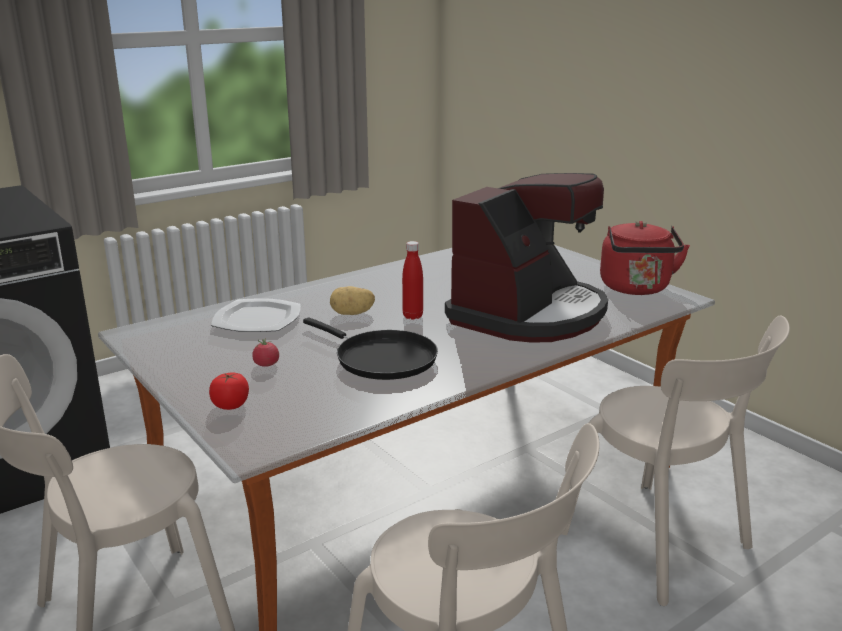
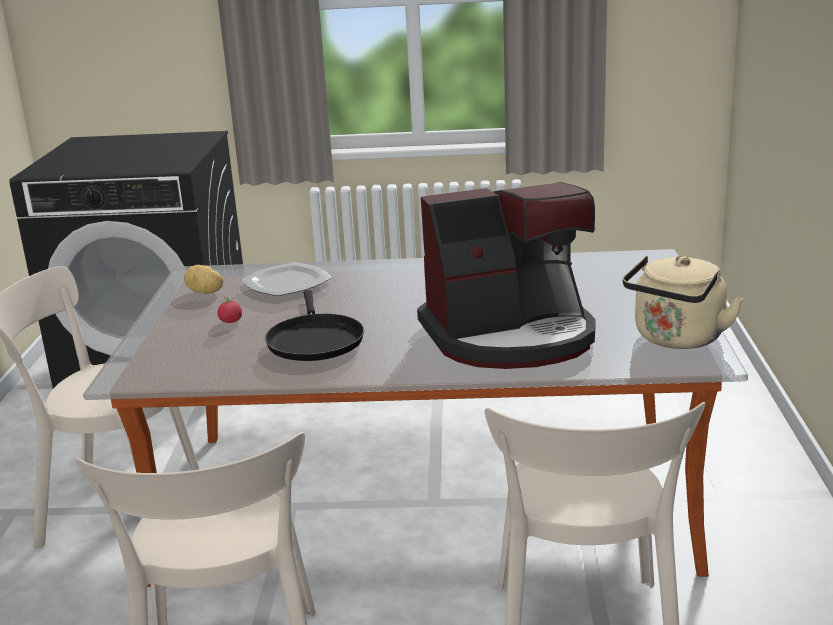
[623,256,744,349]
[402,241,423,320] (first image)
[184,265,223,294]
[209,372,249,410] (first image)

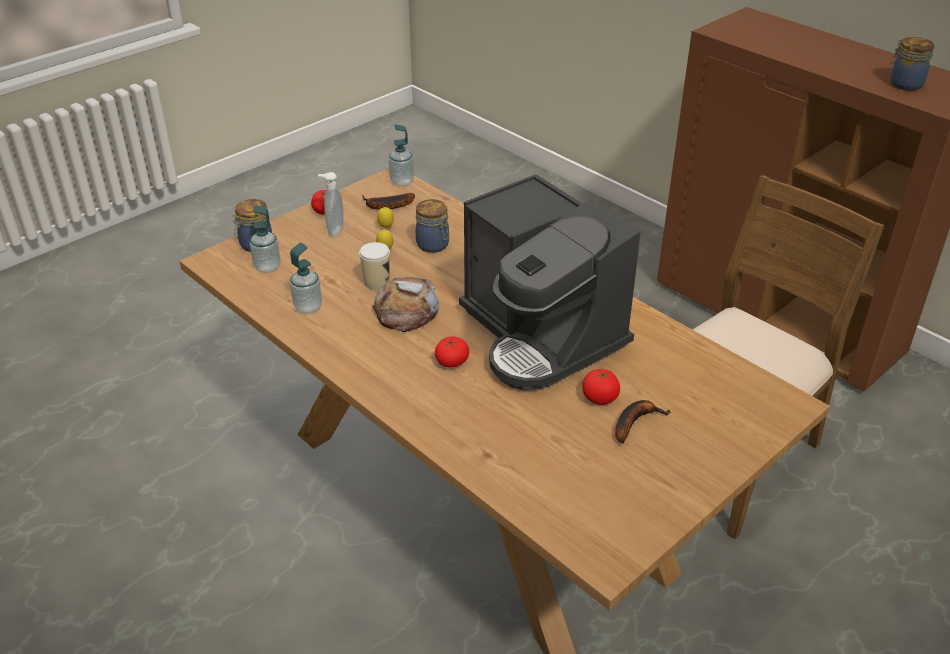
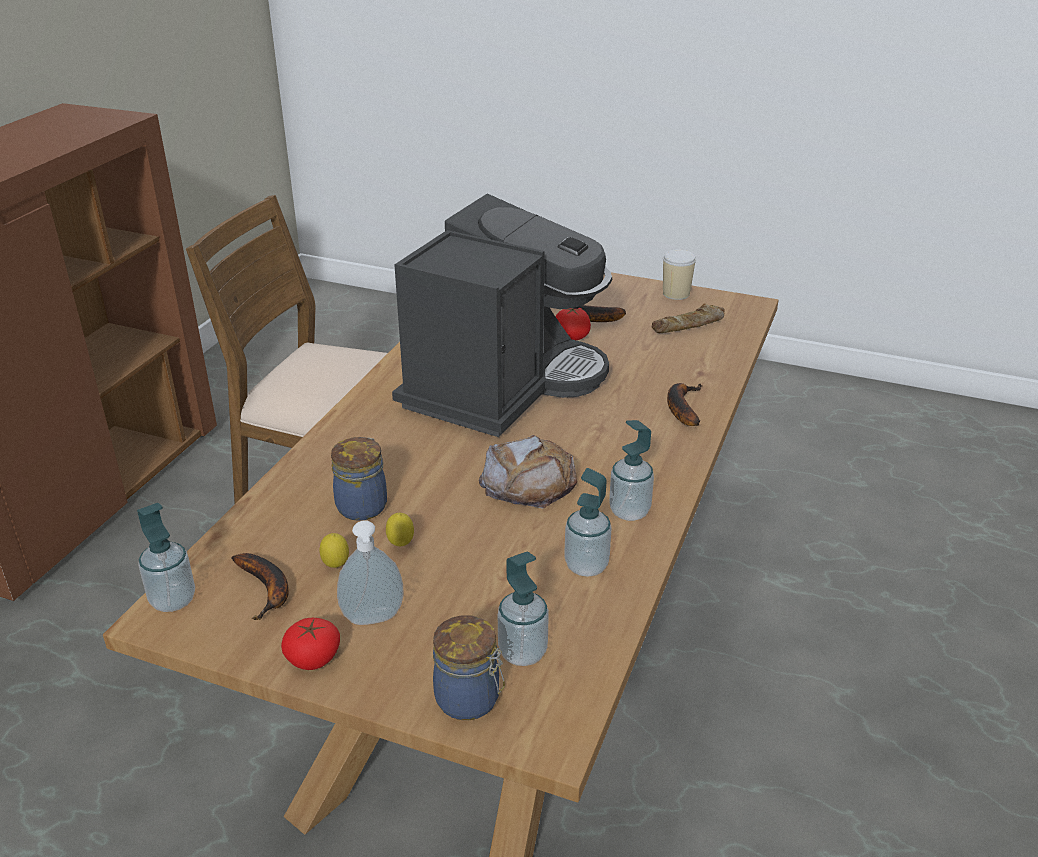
[890,37,934,91] (first image)
[663,249,696,300]
[435,337,469,368] (first image)
[652,303,725,333]
[667,383,702,426]
[609,420,654,521]

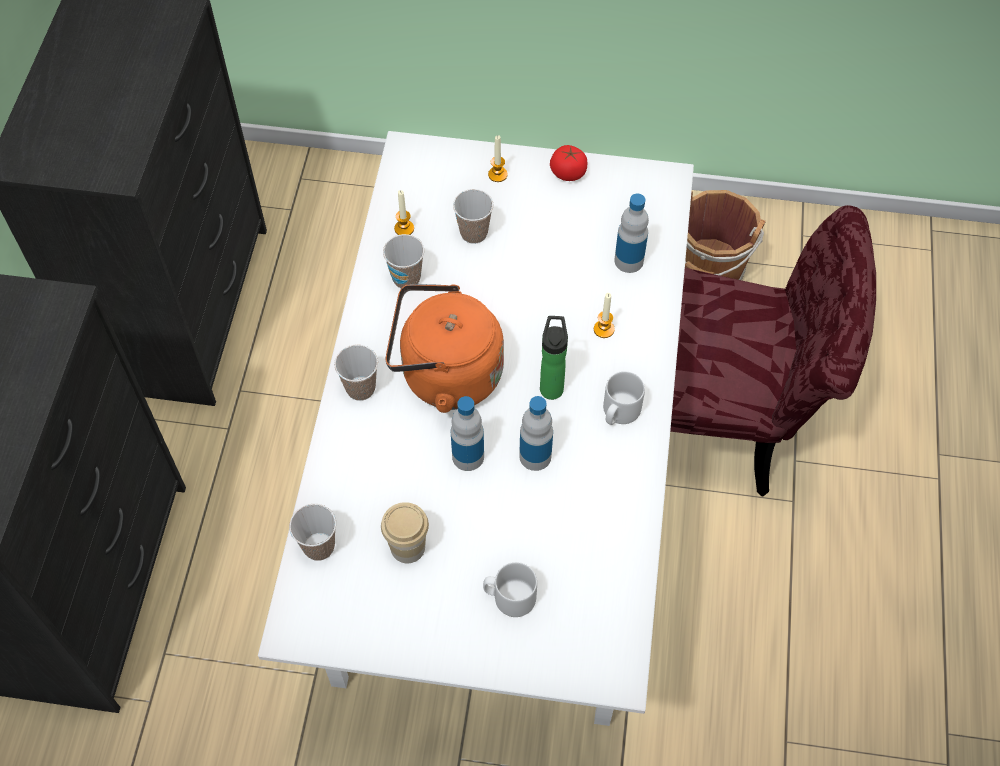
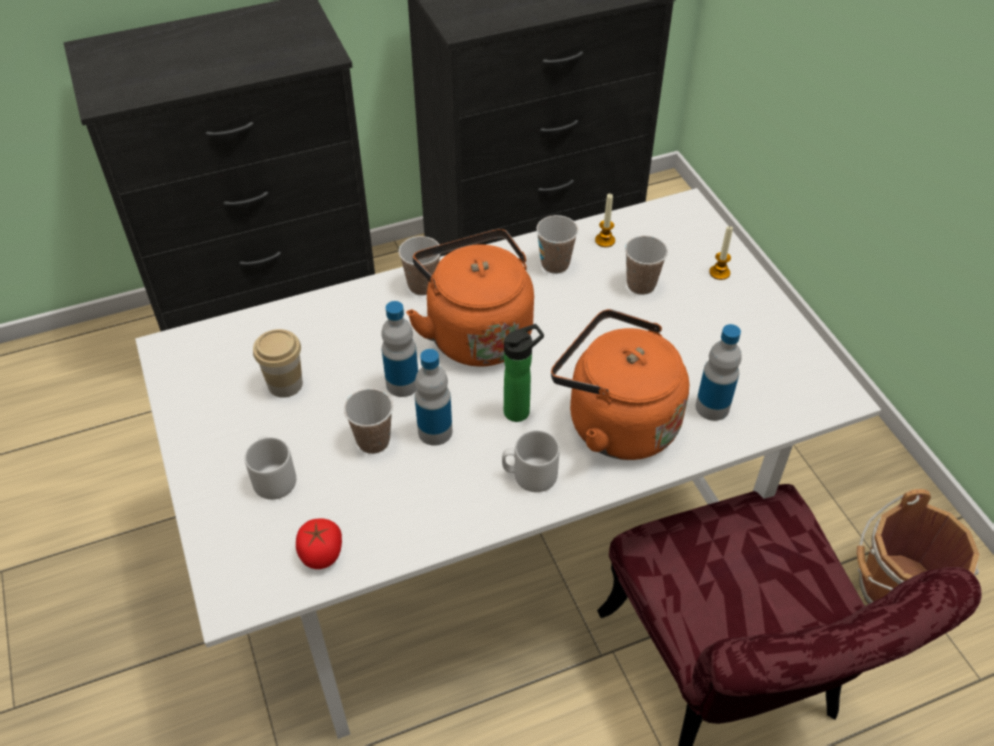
[296,518,342,569]
[551,309,689,460]
[344,388,393,454]

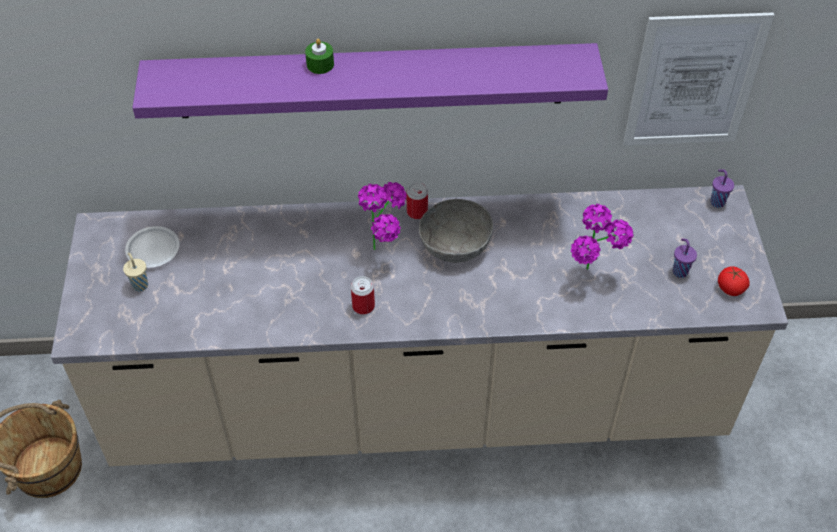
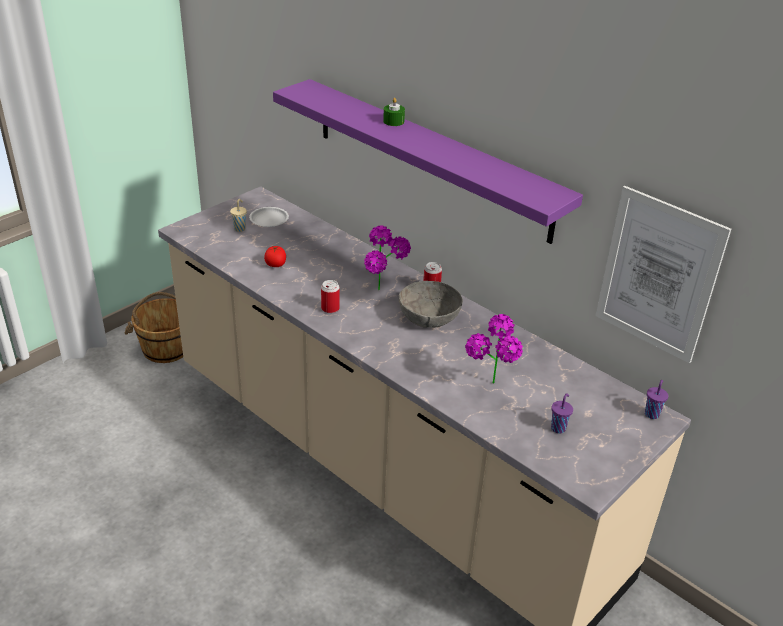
[264,246,286,267]

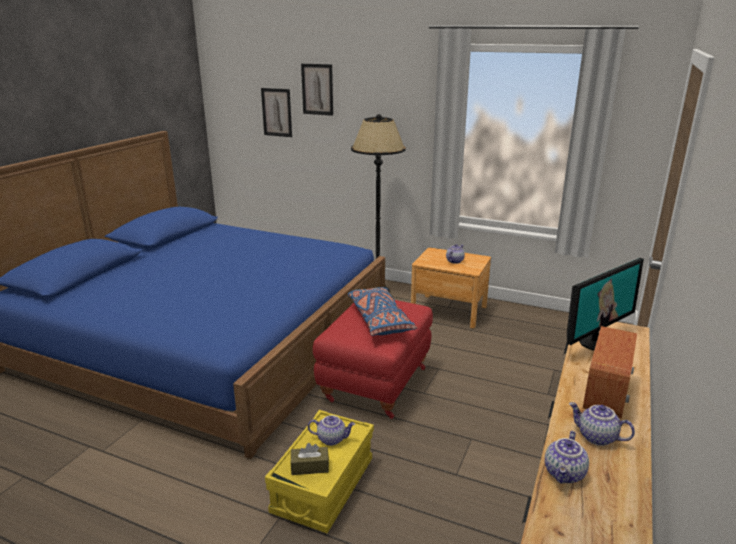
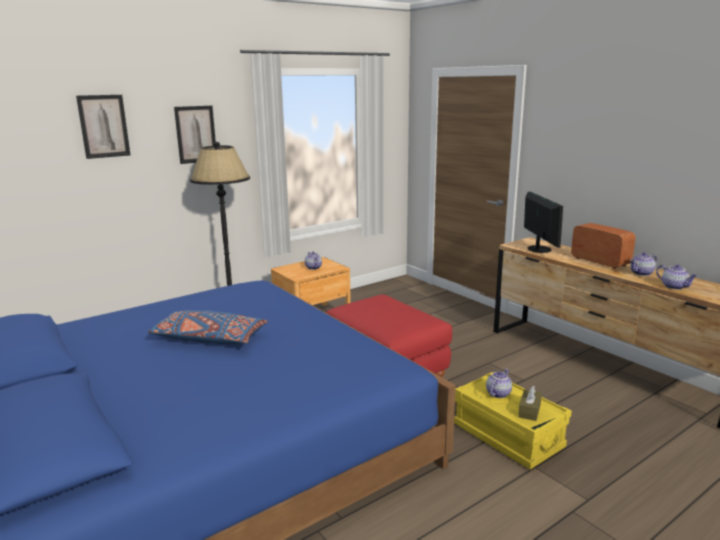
[174,106,216,164]
[148,310,268,344]

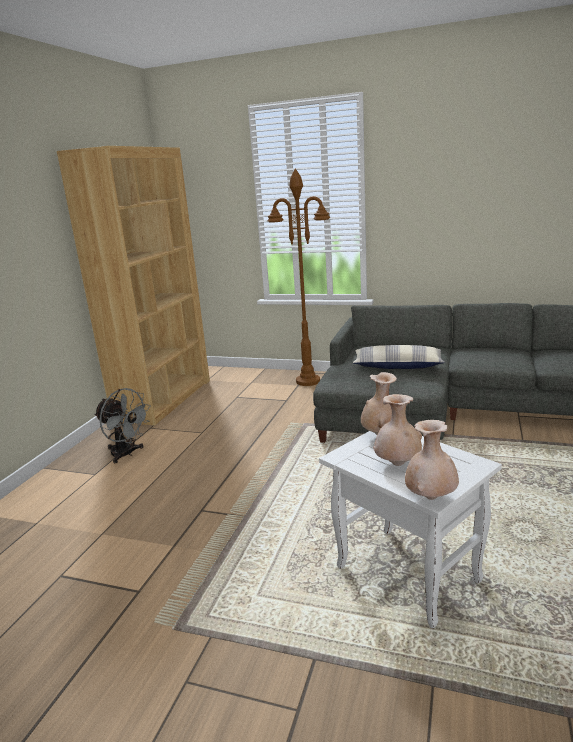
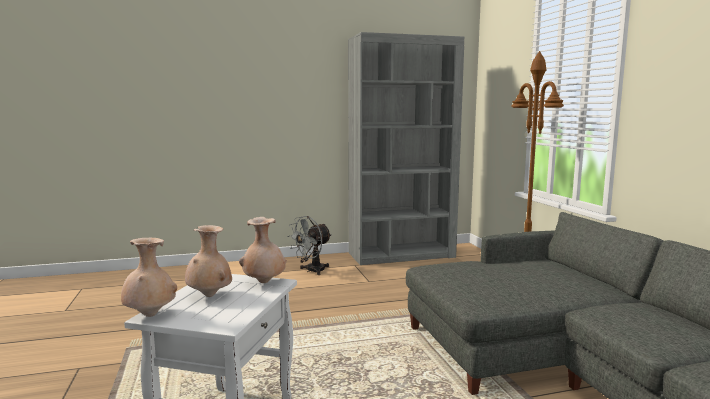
[348,32,464,265]
[353,345,445,369] (first image)
[287,216,331,275]

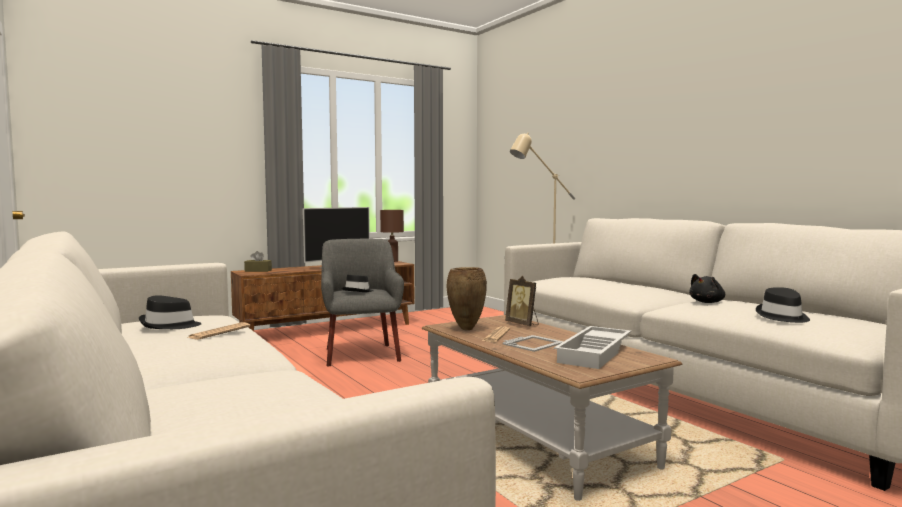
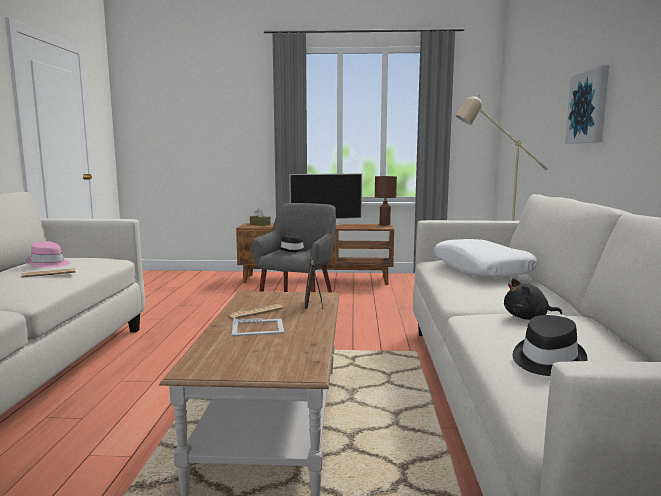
[447,267,487,330] (first image)
[26,241,70,268]
[554,326,631,369] (first image)
[565,65,609,144]
[434,239,538,278]

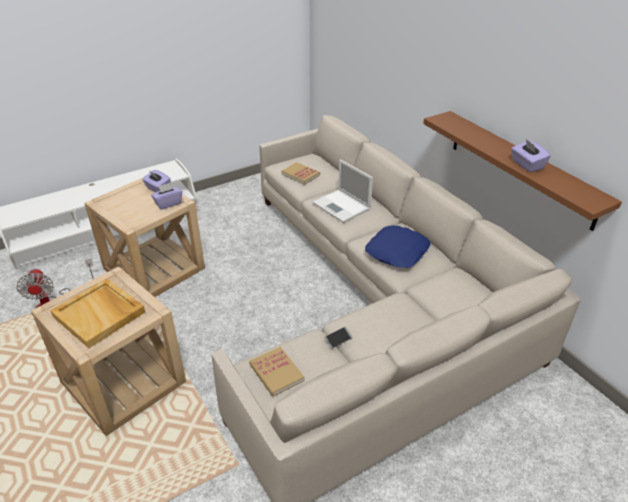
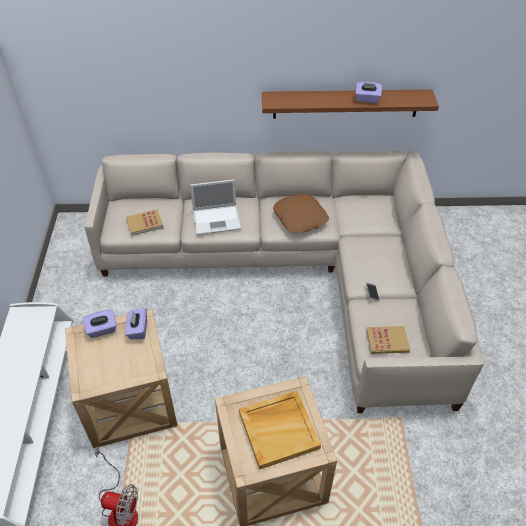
[273,194,329,233]

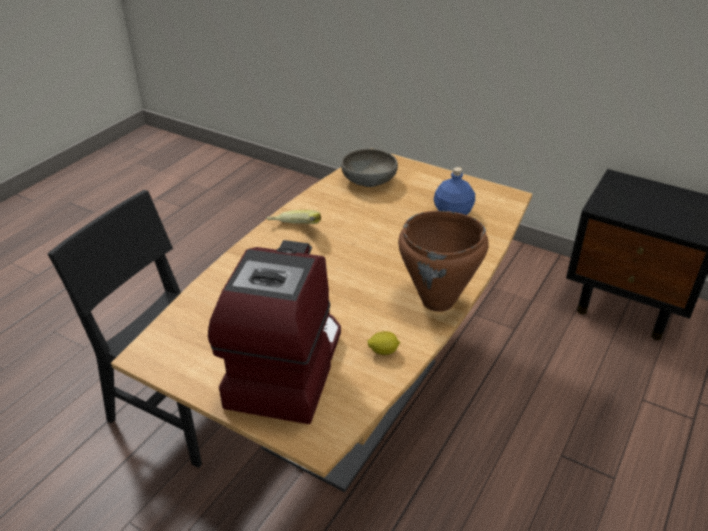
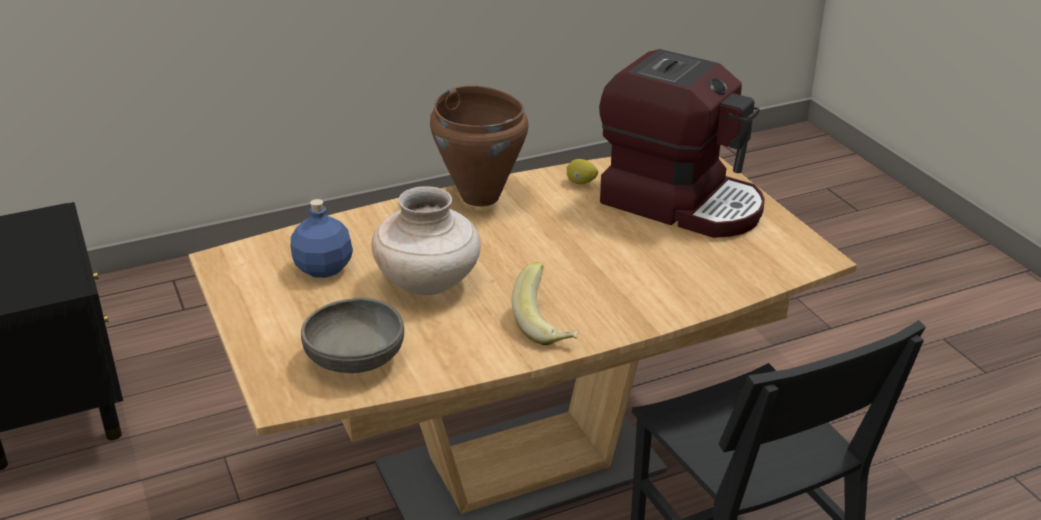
[599,49,765,238]
[371,186,481,295]

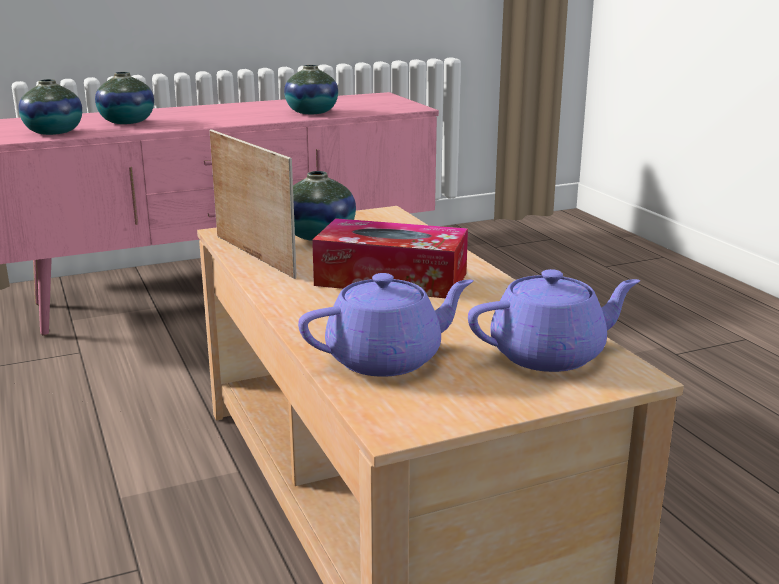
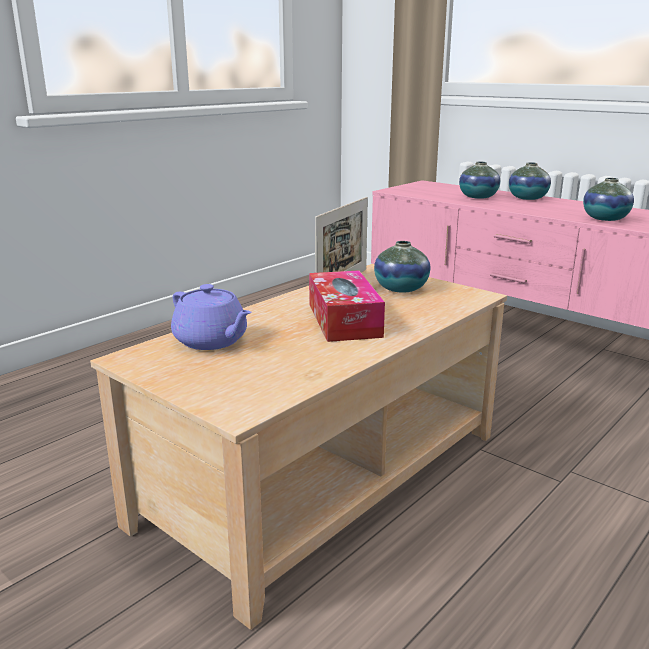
[509,162,551,200]
[468,269,640,372] (first image)

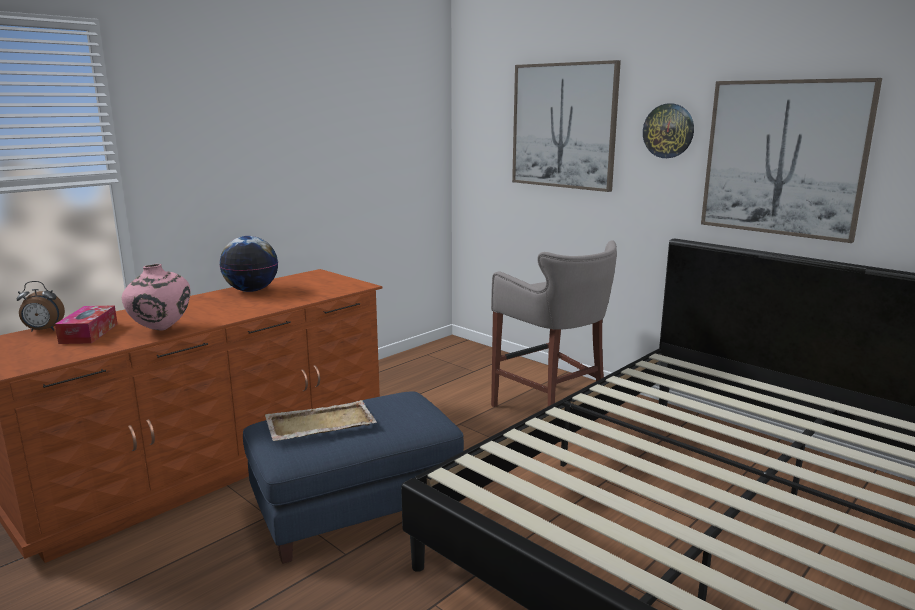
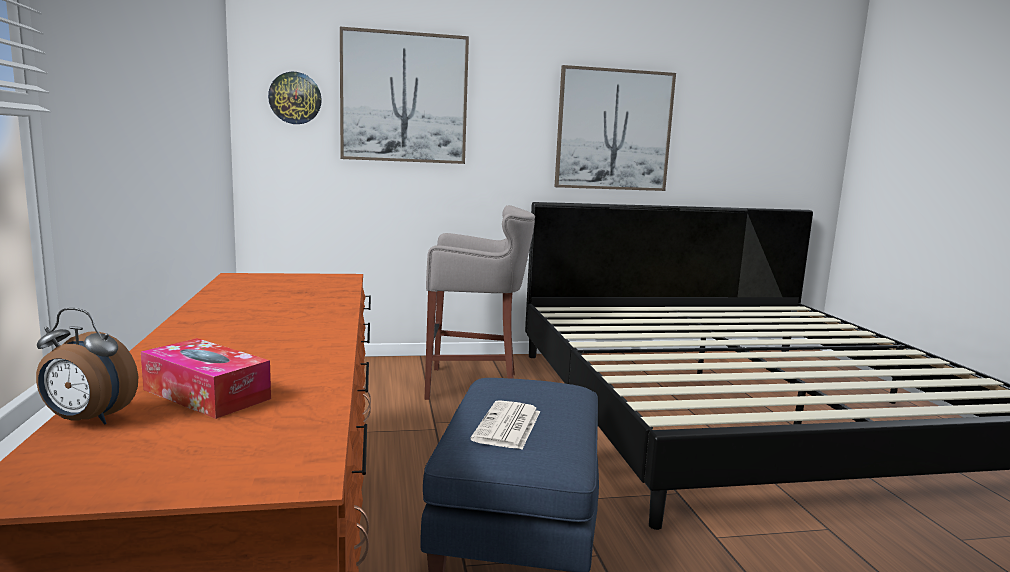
[268,72,322,124]
[219,236,278,292] (first image)
[122,264,190,330] (first image)
[36,308,138,425]
[470,400,540,449]

